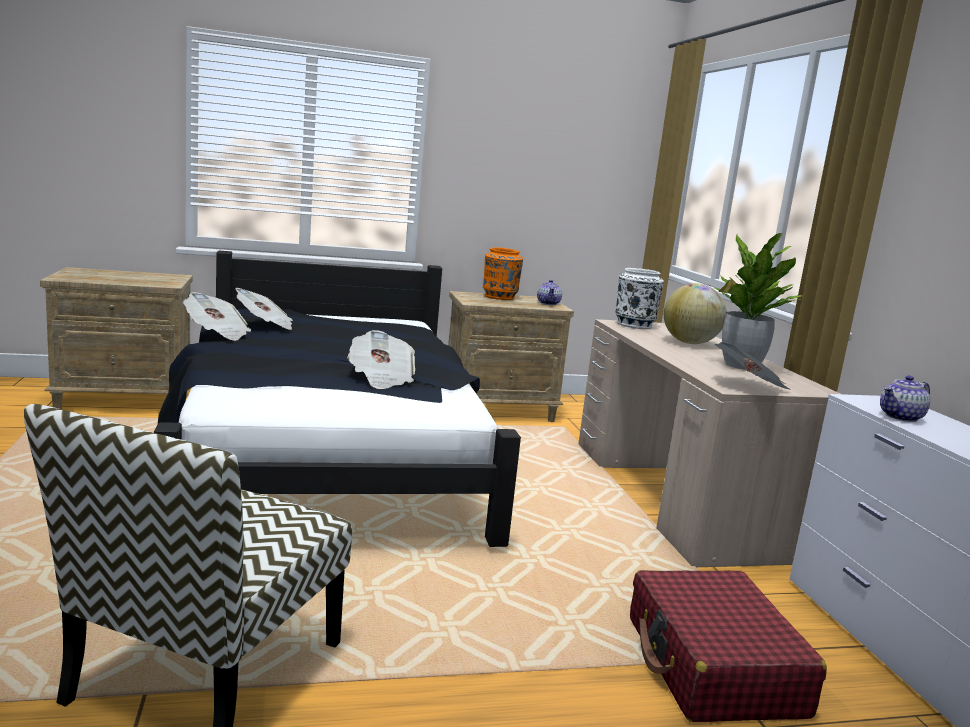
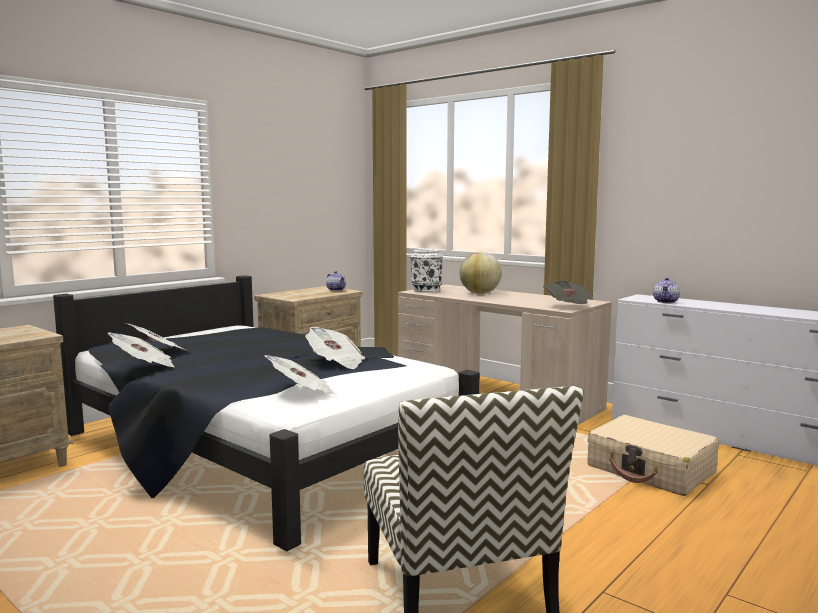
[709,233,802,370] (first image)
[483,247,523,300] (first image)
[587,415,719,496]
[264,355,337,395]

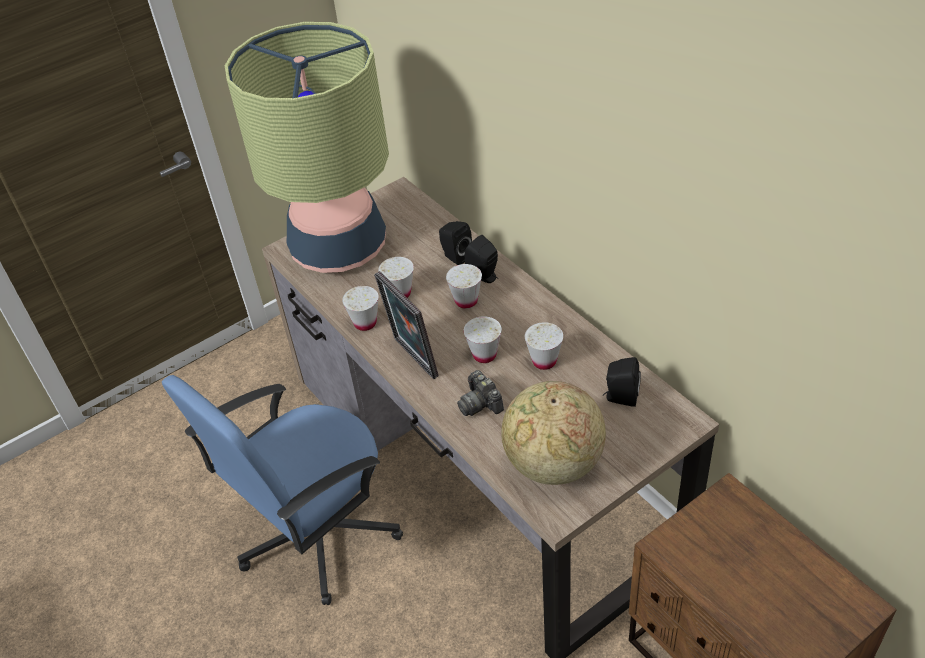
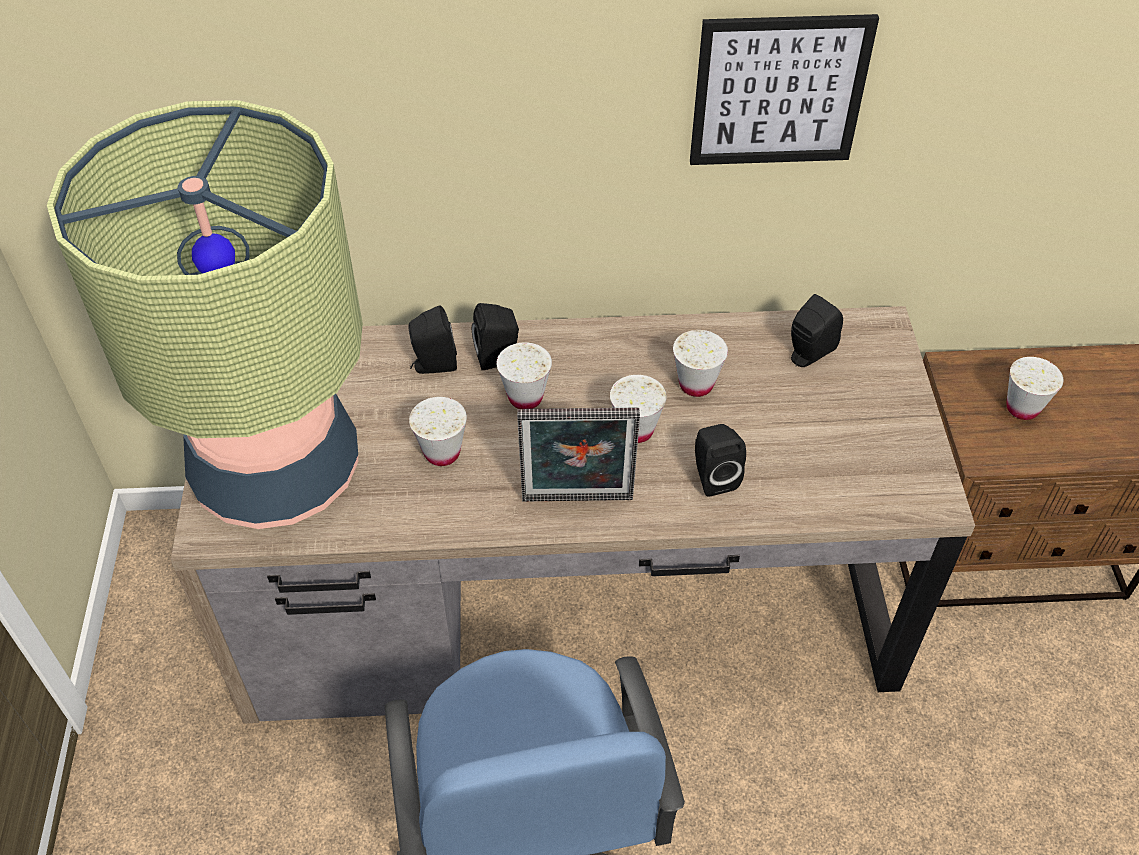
[1006,357,1063,420]
[695,424,746,497]
[501,381,606,485] (first image)
[690,14,879,165]

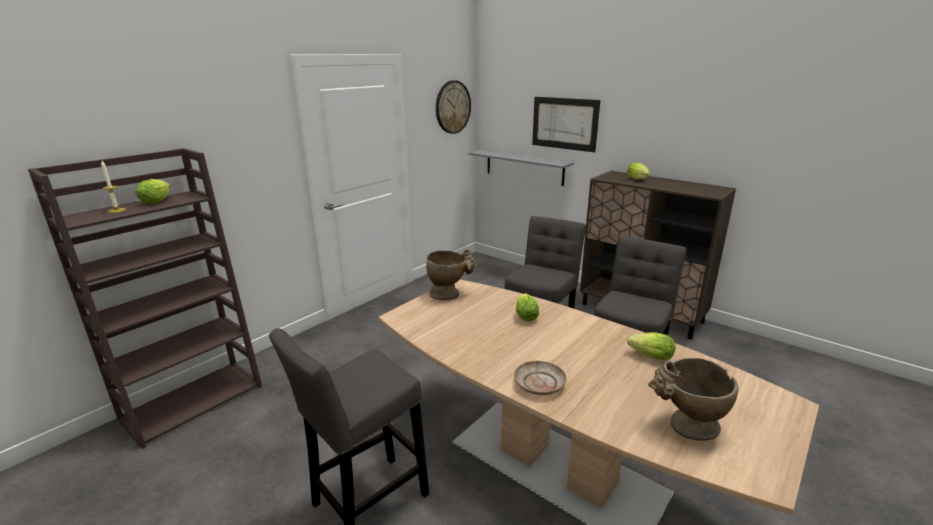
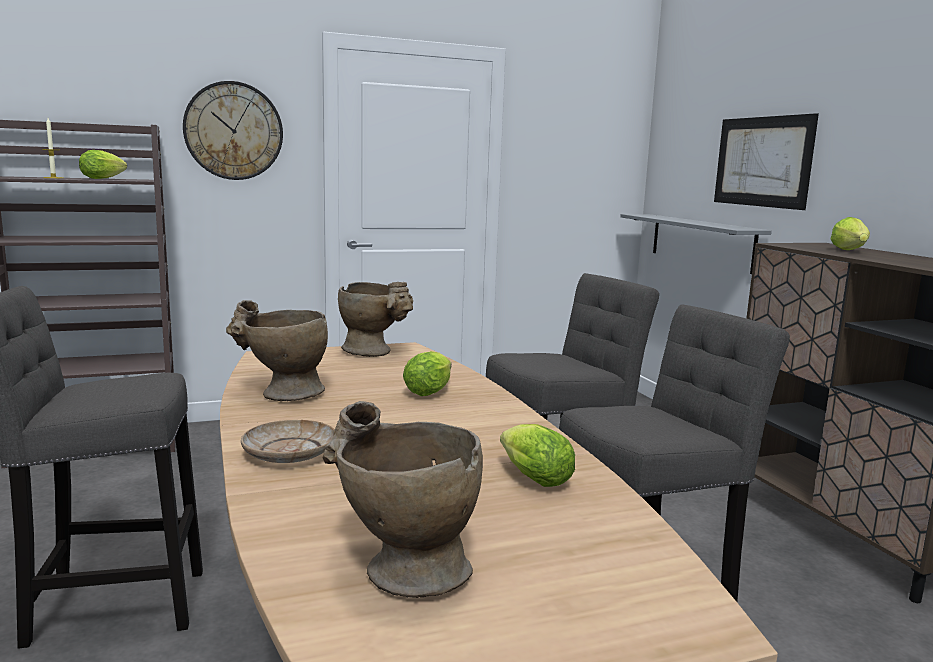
[183,81,283,180]
[226,300,328,401]

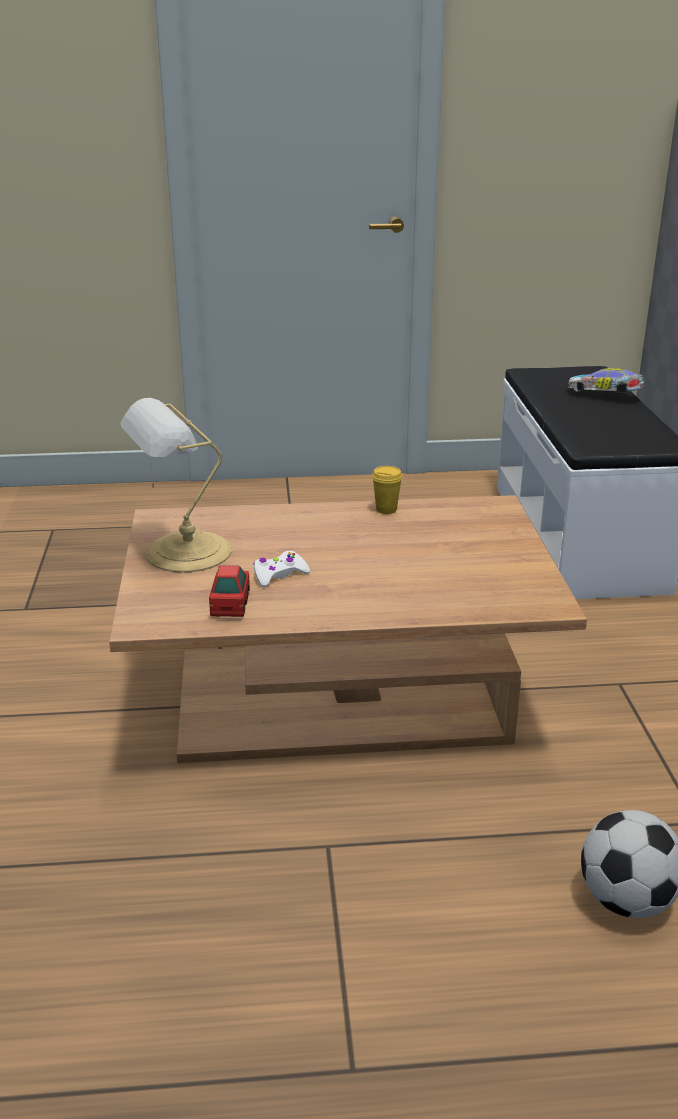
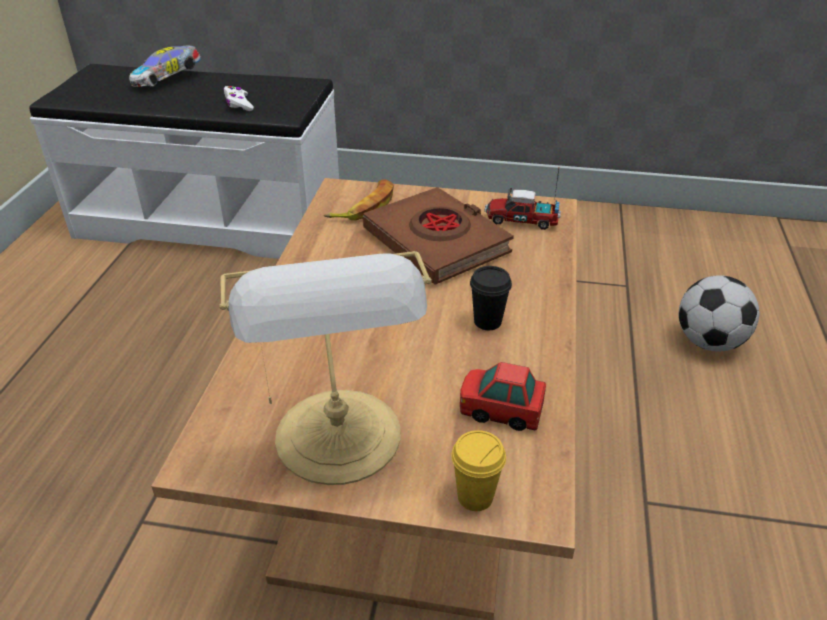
[451,430,506,511]
[224,86,254,111]
[484,168,561,230]
[324,179,394,220]
[363,187,514,284]
[470,266,512,330]

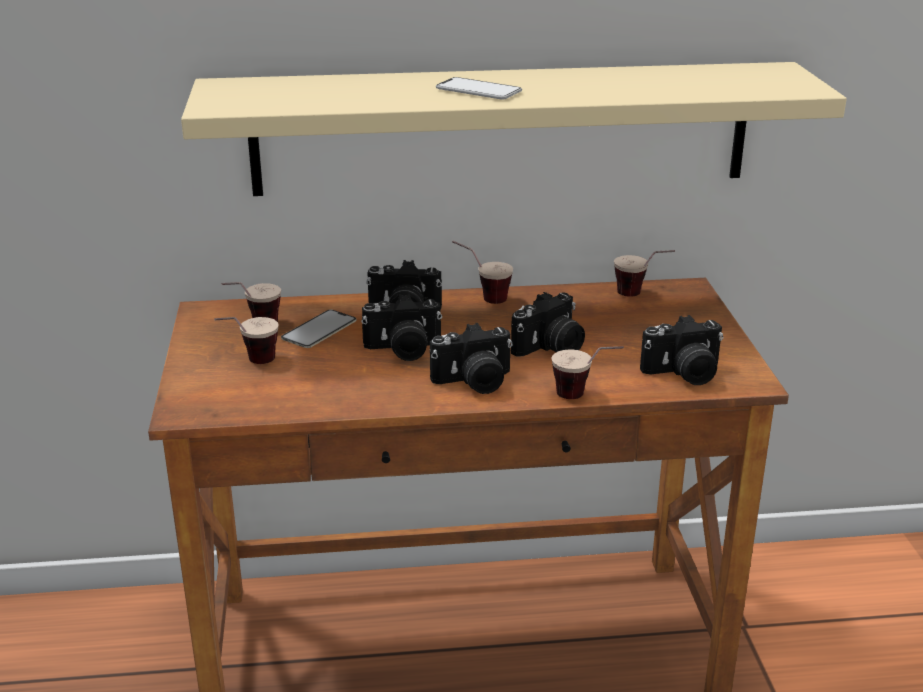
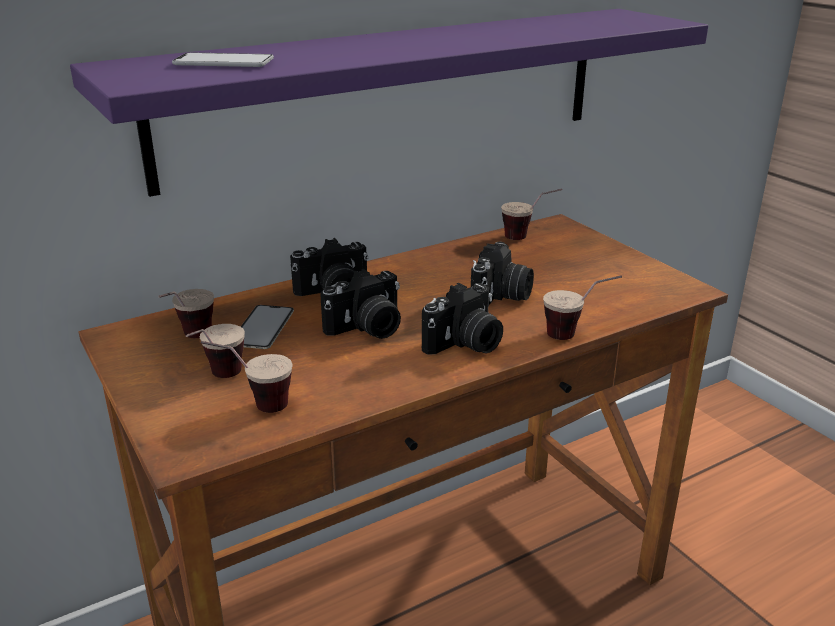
[70,9,708,197]
[172,53,274,67]
[201,341,292,413]
[640,315,723,385] (first image)

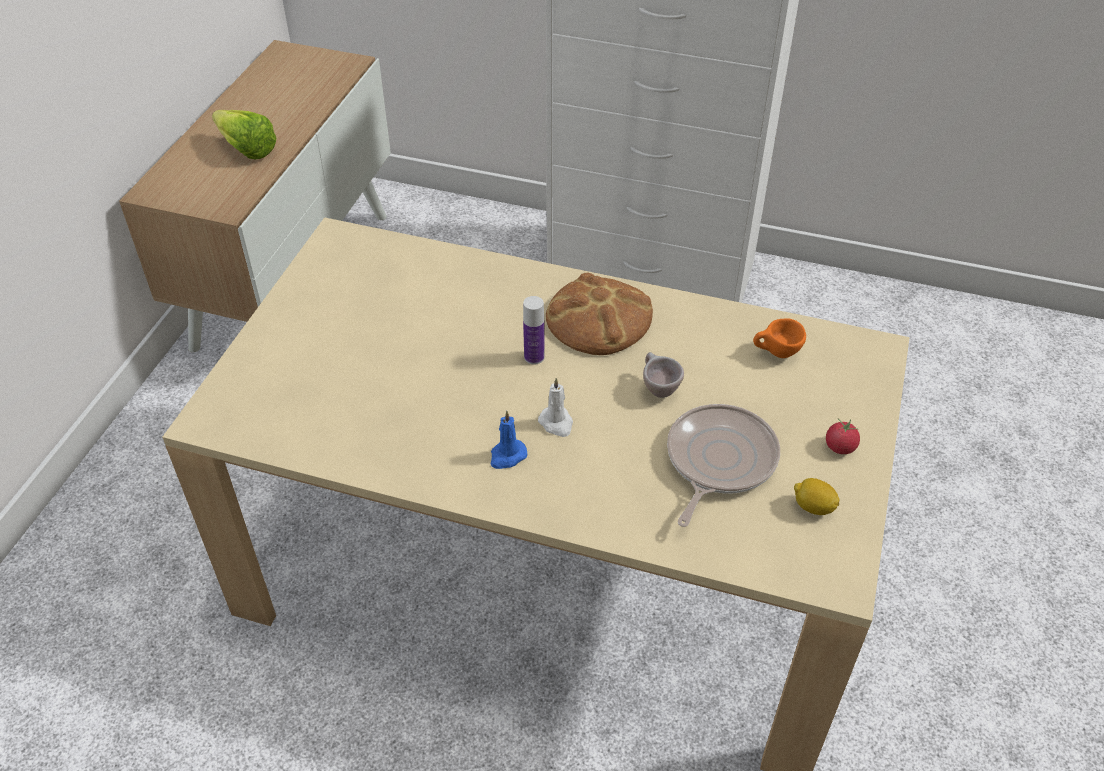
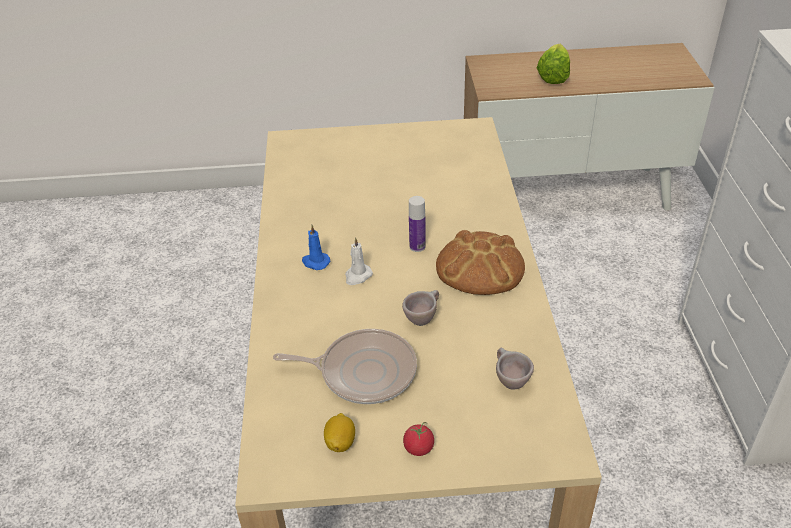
[496,348,534,390]

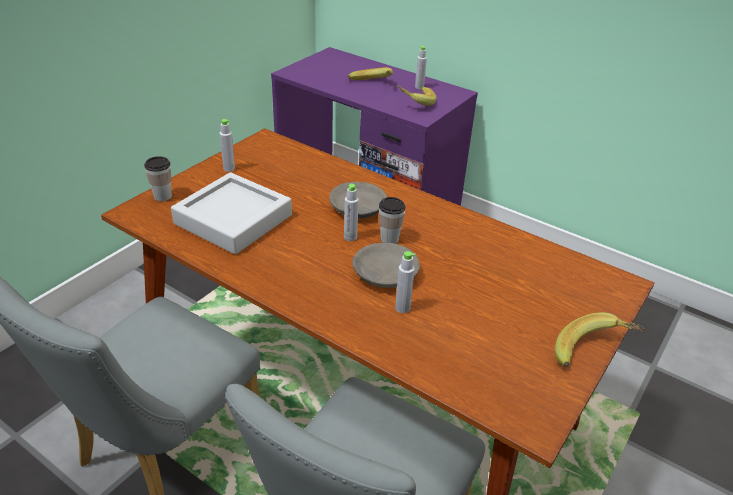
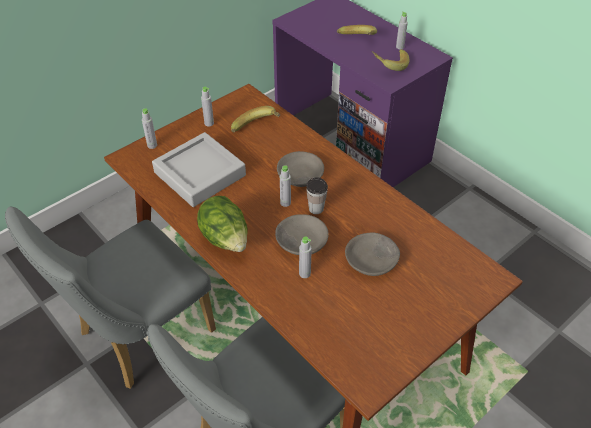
[142,108,157,149]
[231,106,280,133]
[197,196,248,252]
[345,233,400,276]

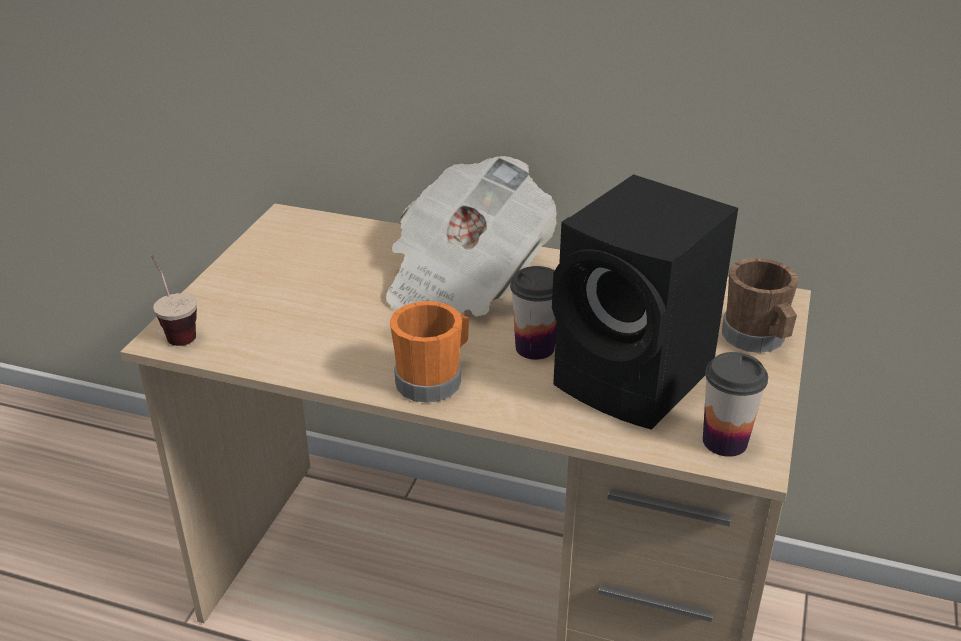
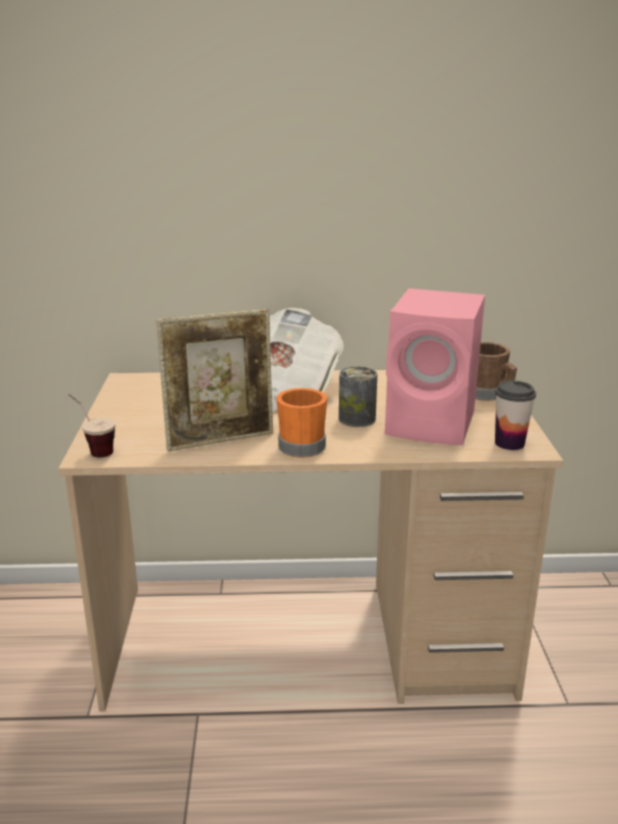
[385,288,485,445]
[339,367,377,427]
[156,309,273,452]

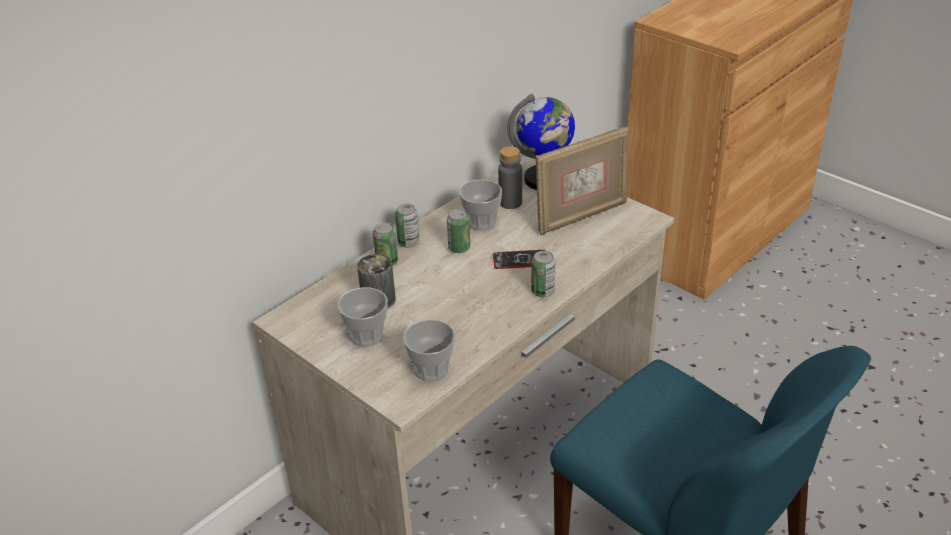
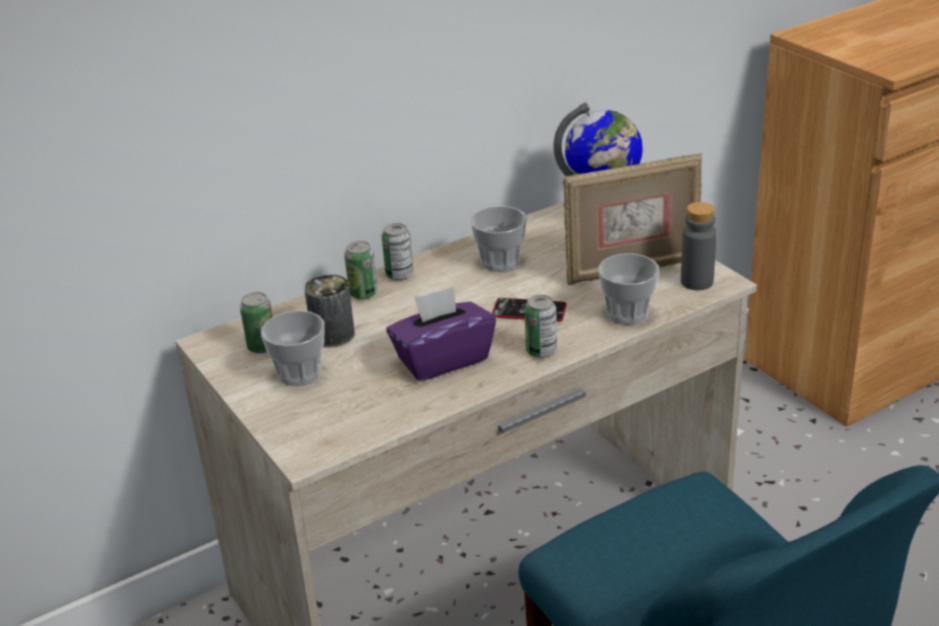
[681,202,717,290]
[240,292,273,354]
[598,253,659,325]
[386,286,496,381]

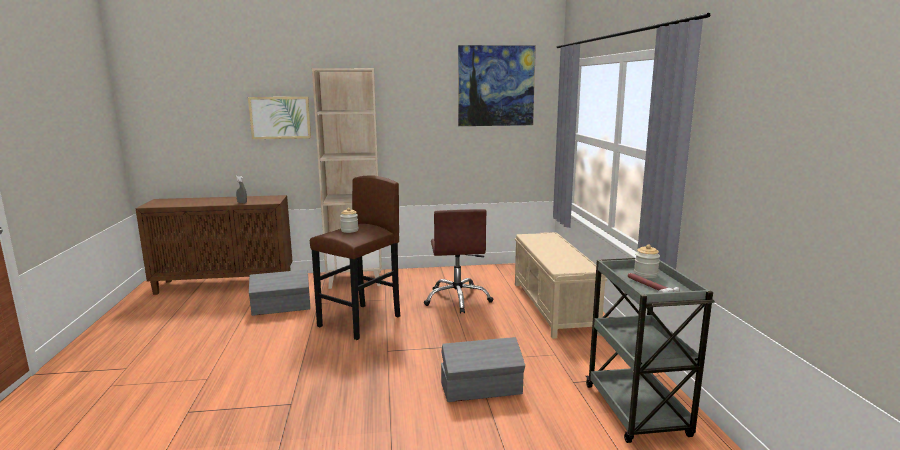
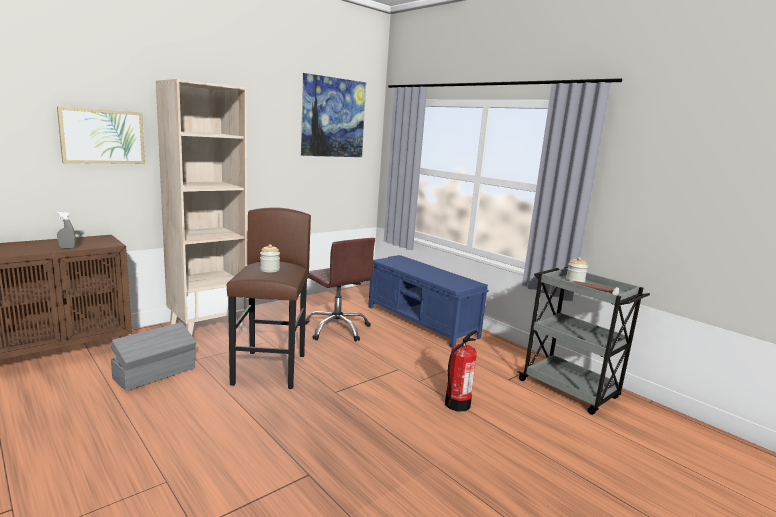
[368,255,489,348]
[445,330,477,411]

